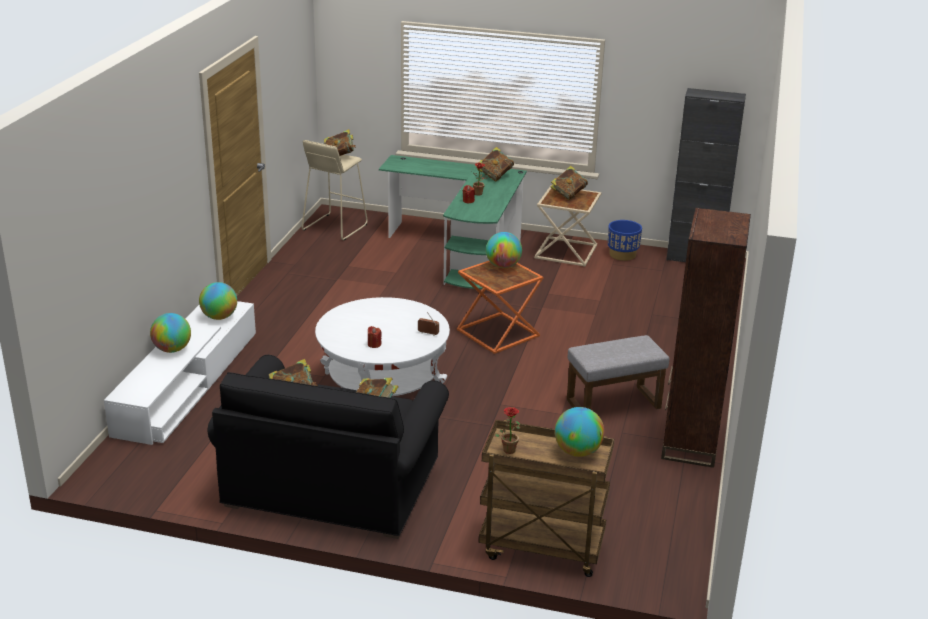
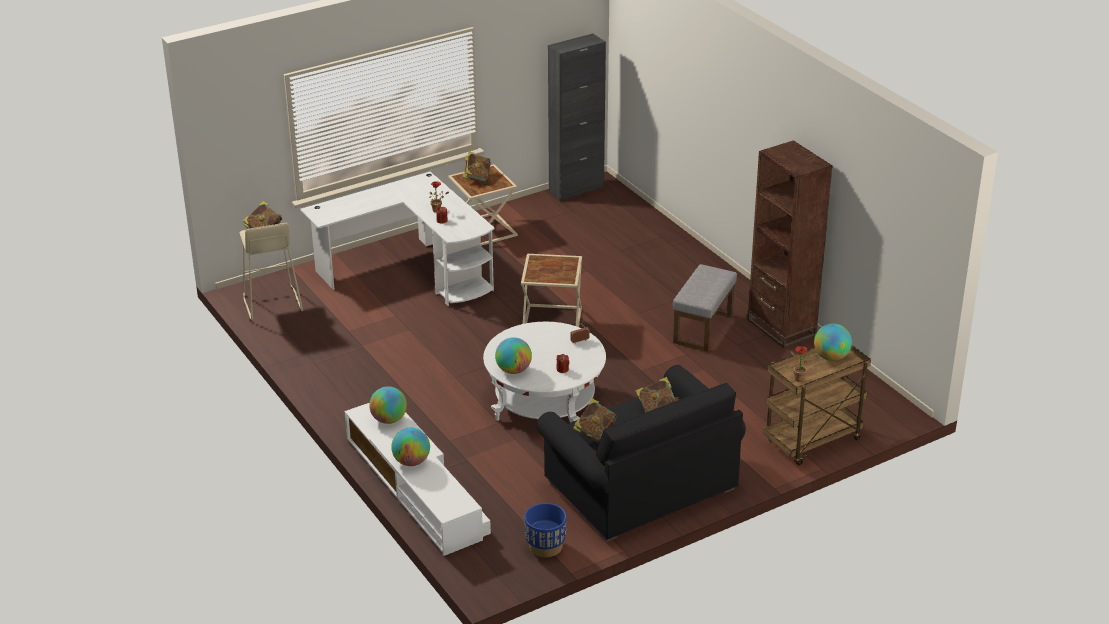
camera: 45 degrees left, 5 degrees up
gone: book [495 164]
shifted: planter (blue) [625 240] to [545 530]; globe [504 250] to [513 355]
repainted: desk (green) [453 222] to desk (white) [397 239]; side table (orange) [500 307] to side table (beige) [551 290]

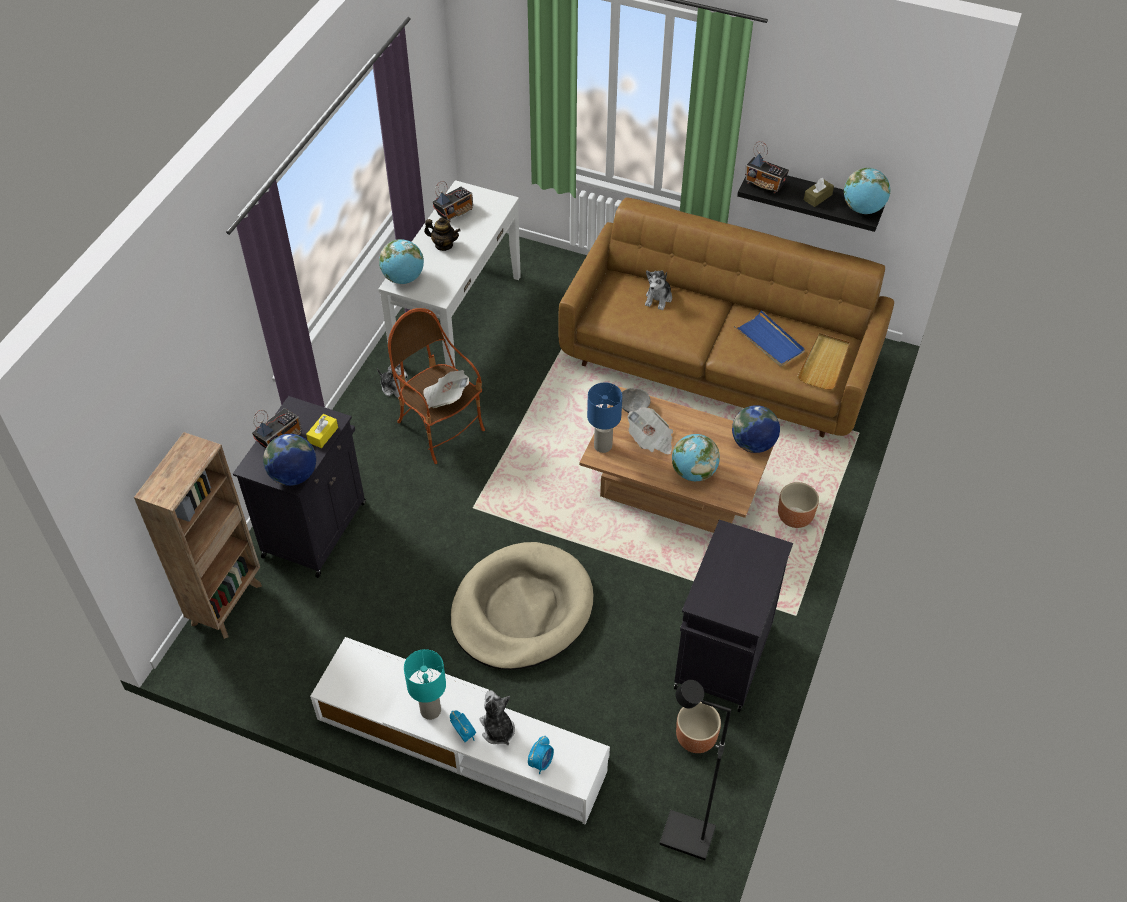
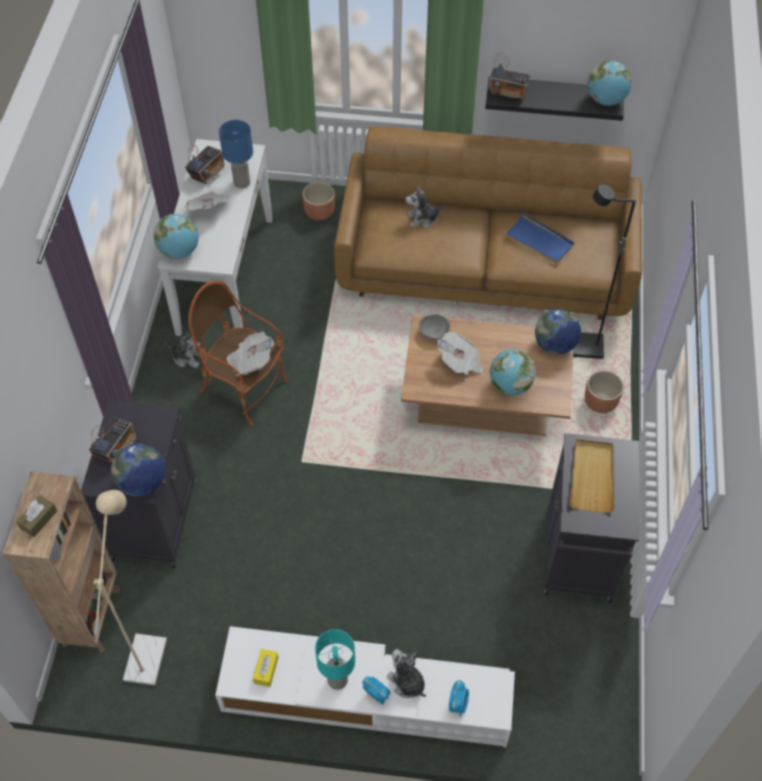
camera: 15 degrees left, 5 degrees up
gone: dog bed (beige) [522 606]
new: floor lamp (beige) [130 587]
shifted: tissue box (brown) [819 192] to [36 516]; tray (beige) [823 361] to [591 476]; table lamp (blue) [604 417] to [236 154]; tissue box (yellow) [322 431] to [265 668]; floor lamp (black) [695 770] to [604 271]; planter (brown) [698 727] to [318 201]
swapped: teapot [442 234] to newspaper [206 200]
rotated: plush toy [658 290] = [425 206] 75 degrees clockwise

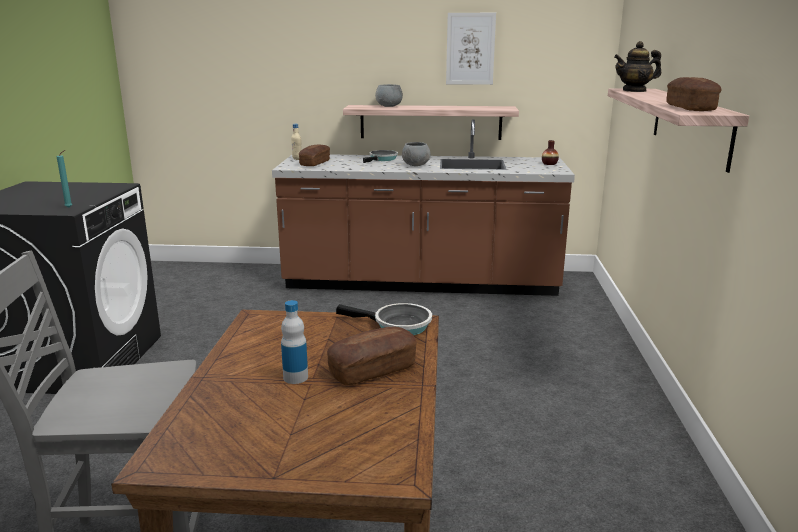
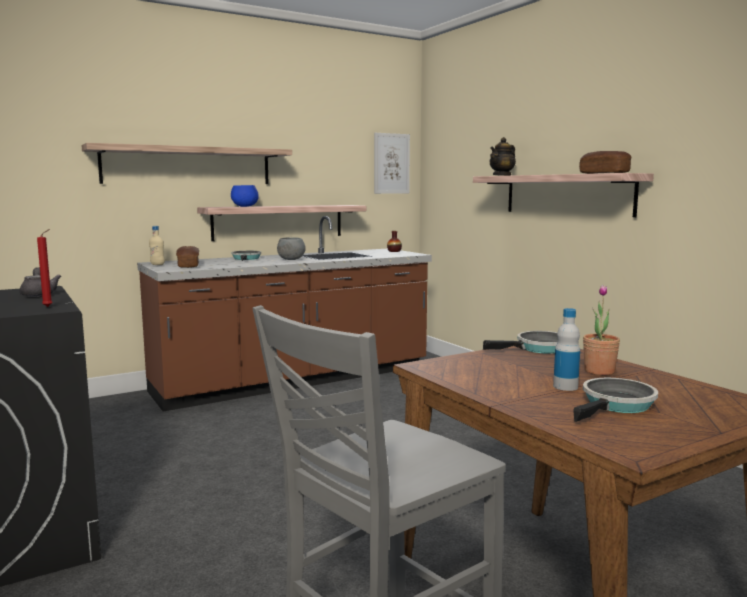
camera: 35 degrees left, 10 degrees down
new: shelf [186 163]; teapot (grey) [40 282]; frying pan [615 400]
shifted: picture [471 49] to [392 163]
swapped: bread [372 356] to potted plant [601 330]
repainted: bowl (grey) [389 95] to bowl (blue) [245 196]; candle (turquoise) [64 179] to candle (red) [45 268]

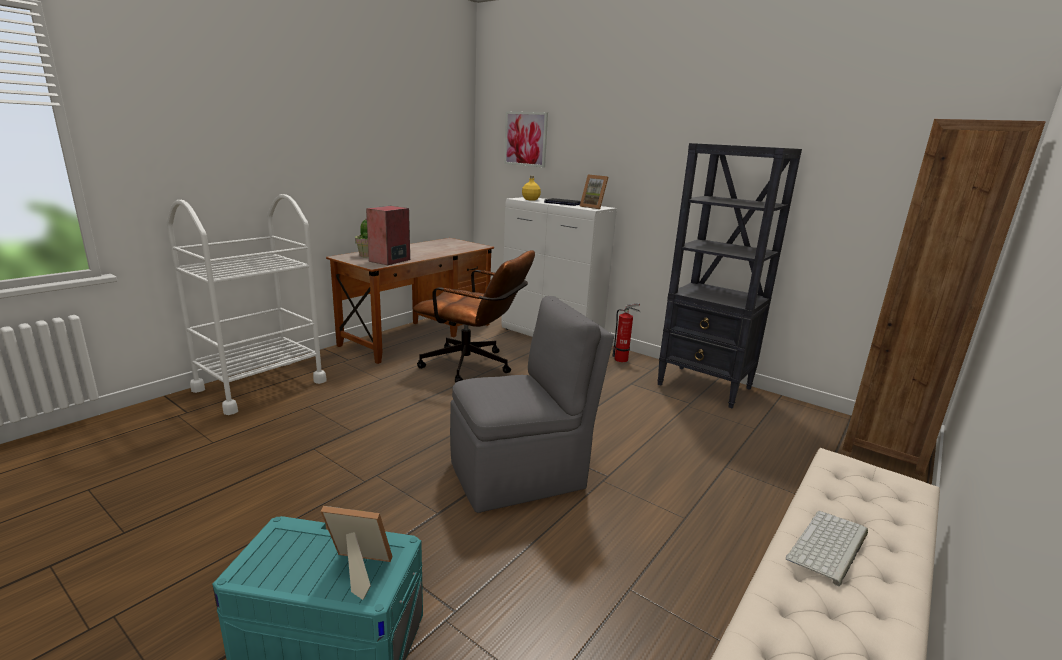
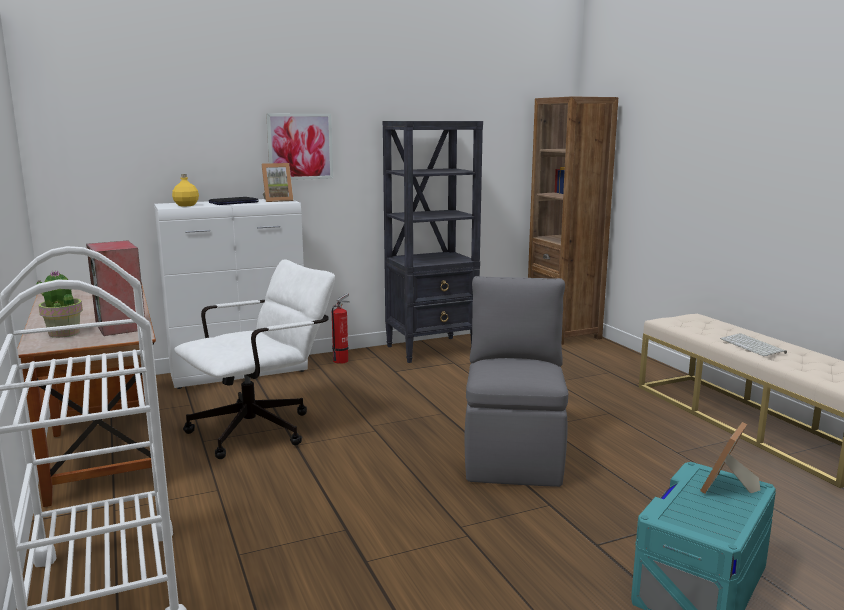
camera: 60 degrees left, 5 degrees down
shifted: picture [526 140] to [299 147]
repainted: office chair (brown) [474 316] to office chair (white) [254 359]

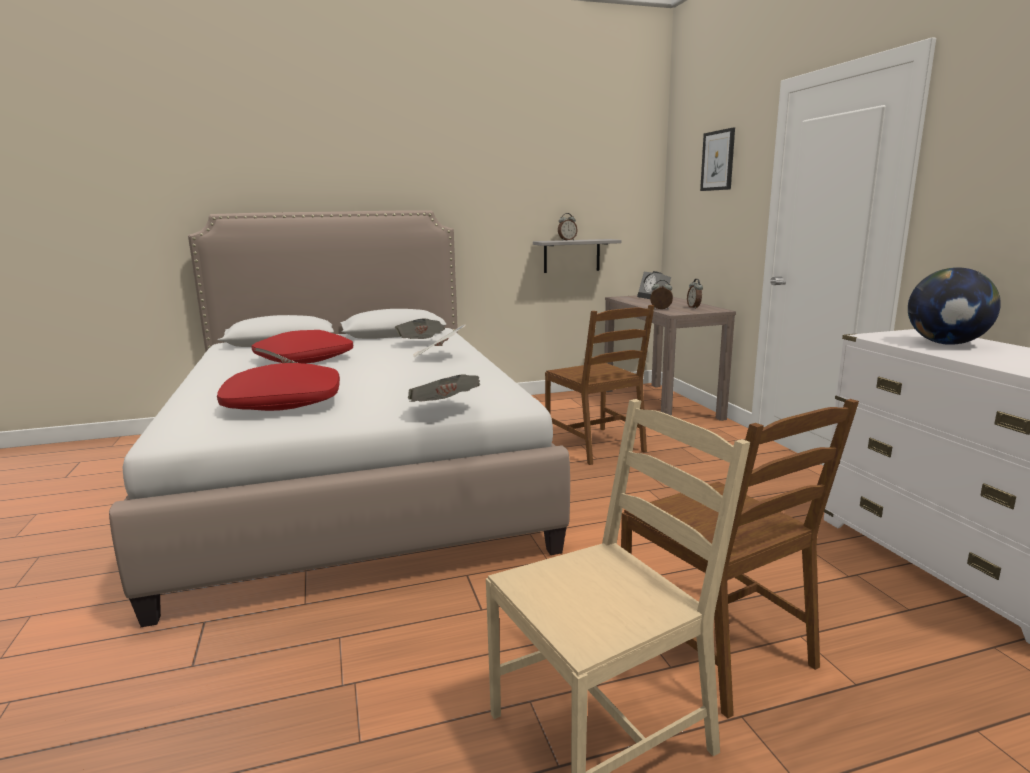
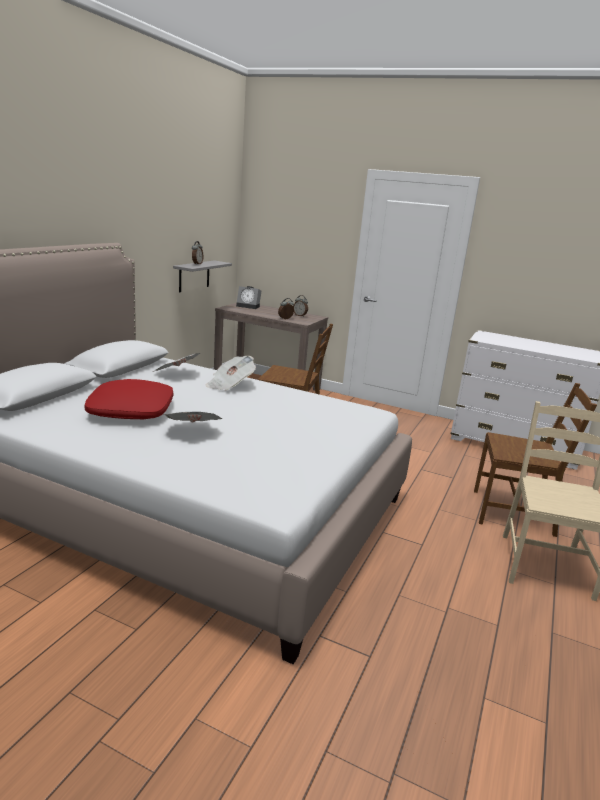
camera: 50 degrees left, 5 degrees up
gone: picture [717 159]; globe [954 306]; pillow (red) [278 387]; newspaper [444 388]

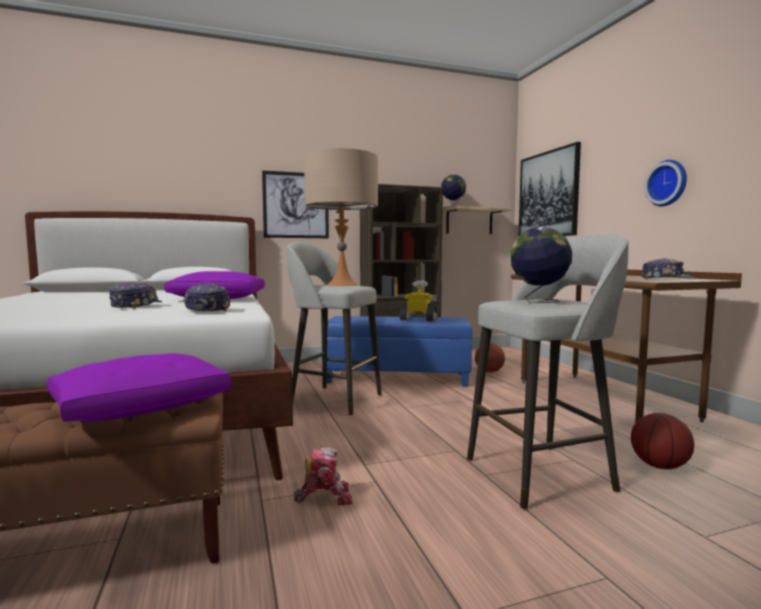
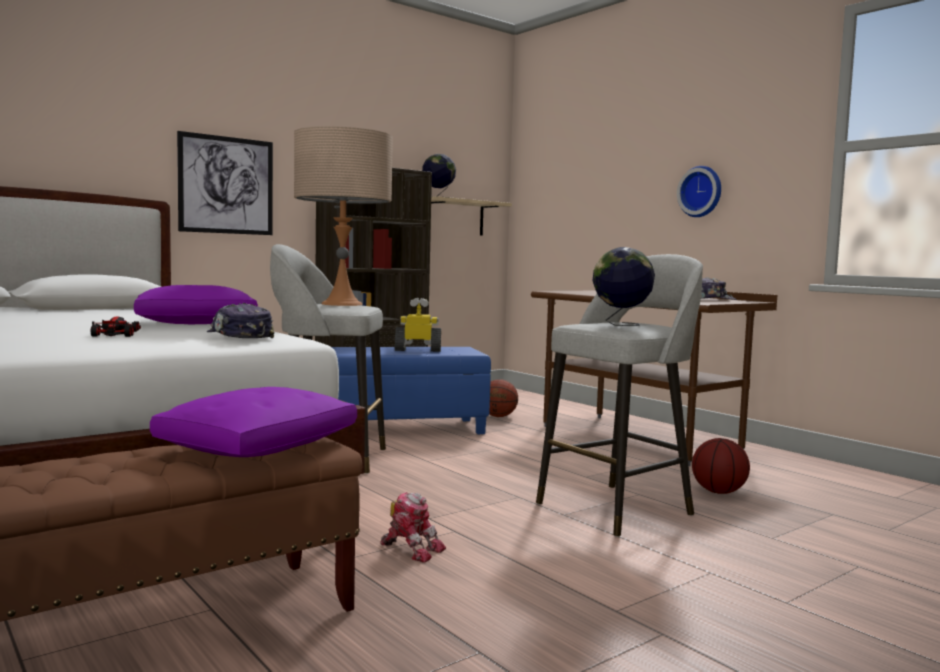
camera: 20 degrees left, 0 degrees up
gone: picture [550 189]
swapped: cap [135 295] to toy car [115 326]
rotated: toy robot [323 476] = [413 527] 60 degrees clockwise

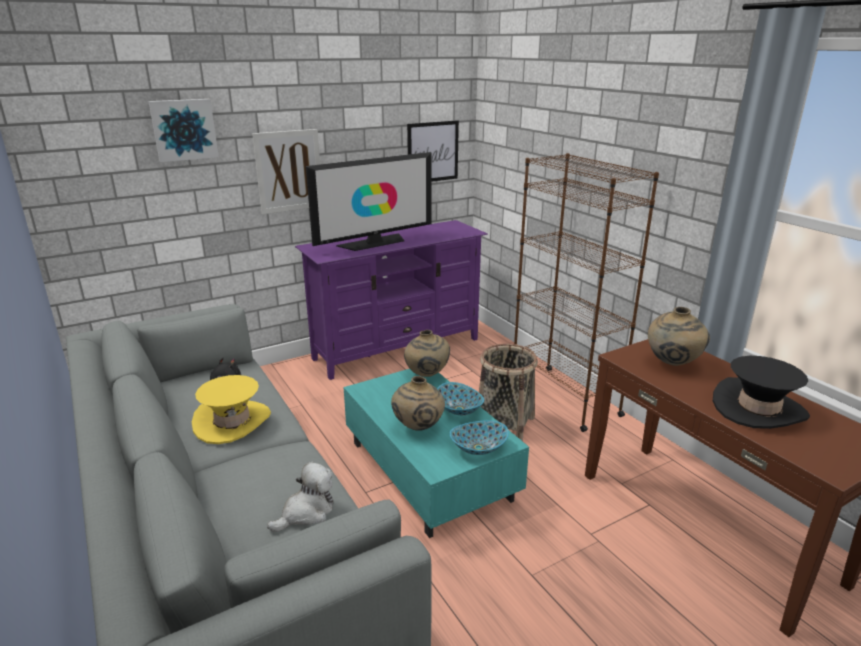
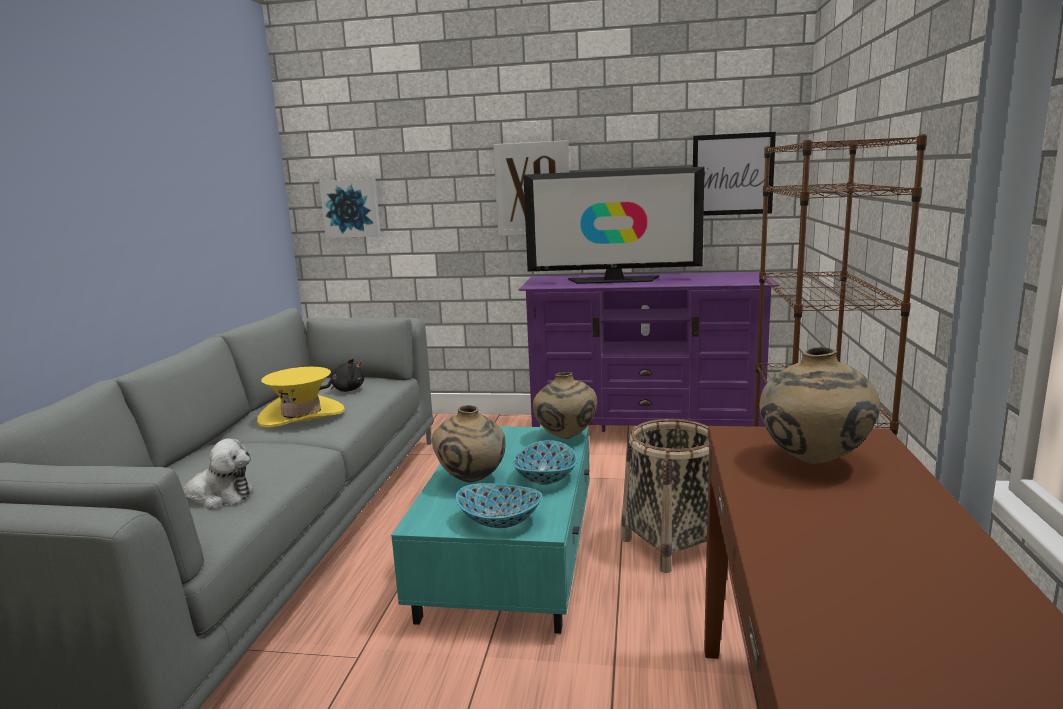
camera: 40 degrees right, 10 degrees down
gone: hat (black) [761 392]
shifted: picture [183 130] to [350 208]

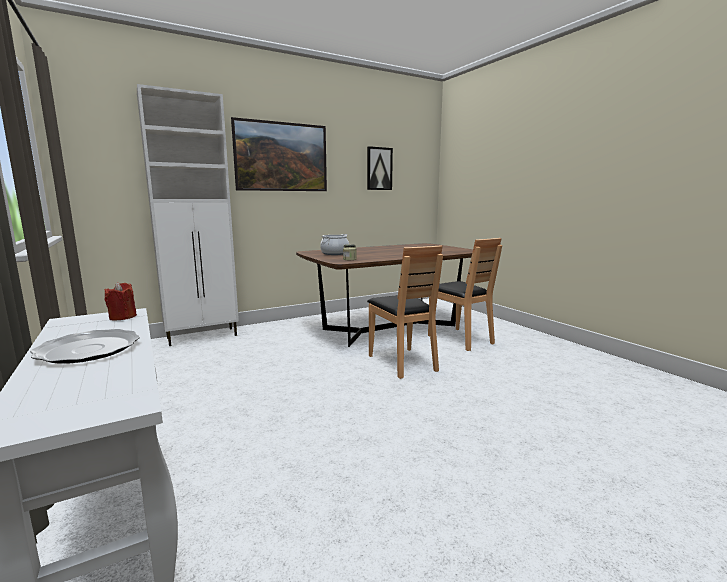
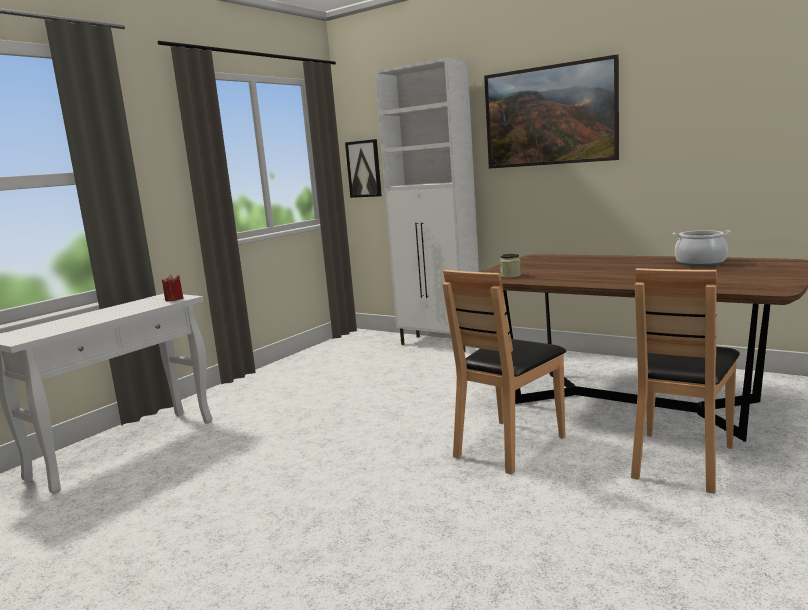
camera: 65 degrees right, 0 degrees up
gone: plate [85 346]
shifted: picture [380 168] to [363 168]; cooking pot [334 244] to [701 248]

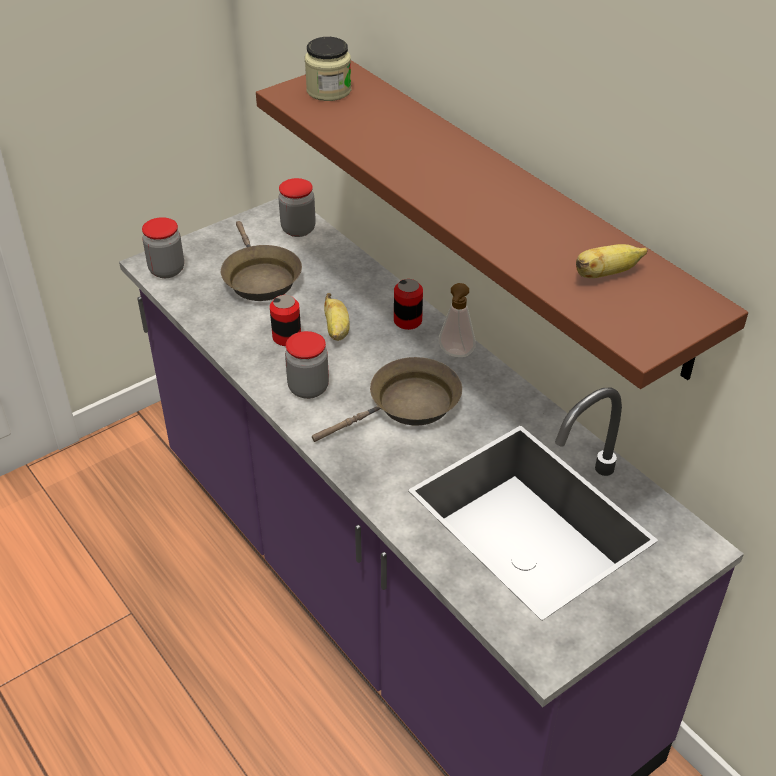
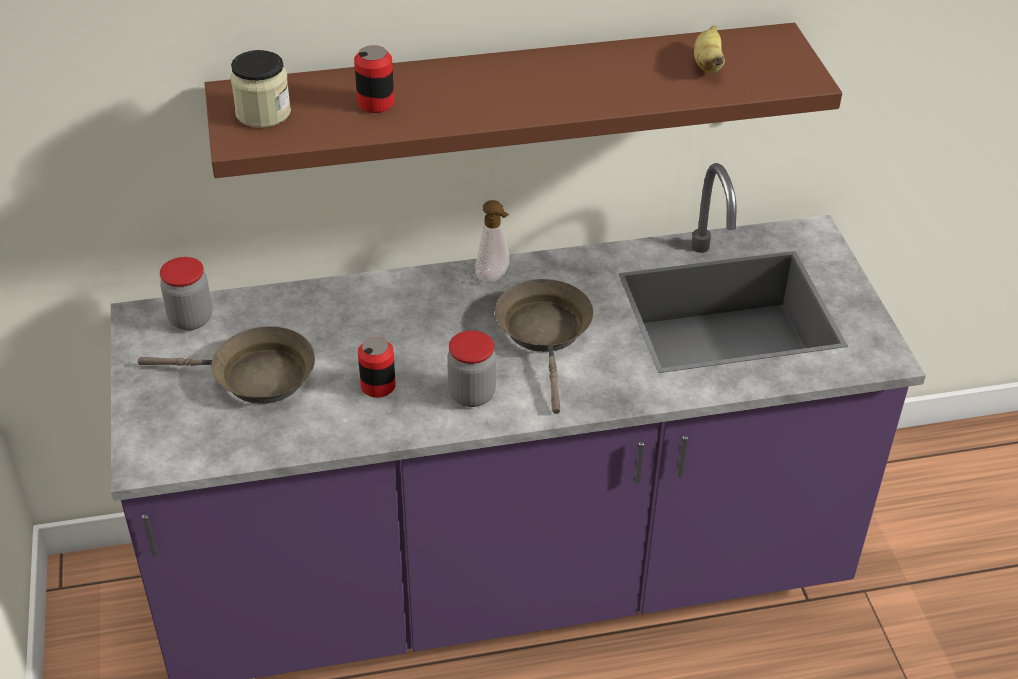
camera: 65 degrees left, 0 degrees up
gone: jar [163 247]; banana [337 317]
shifted: can [408 304] to [374 79]

